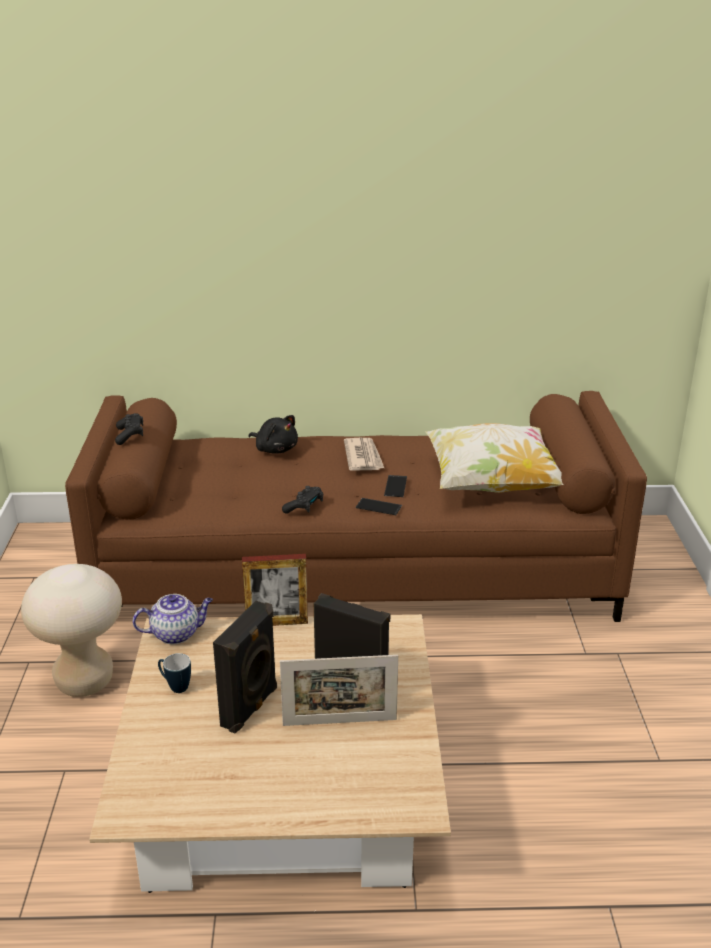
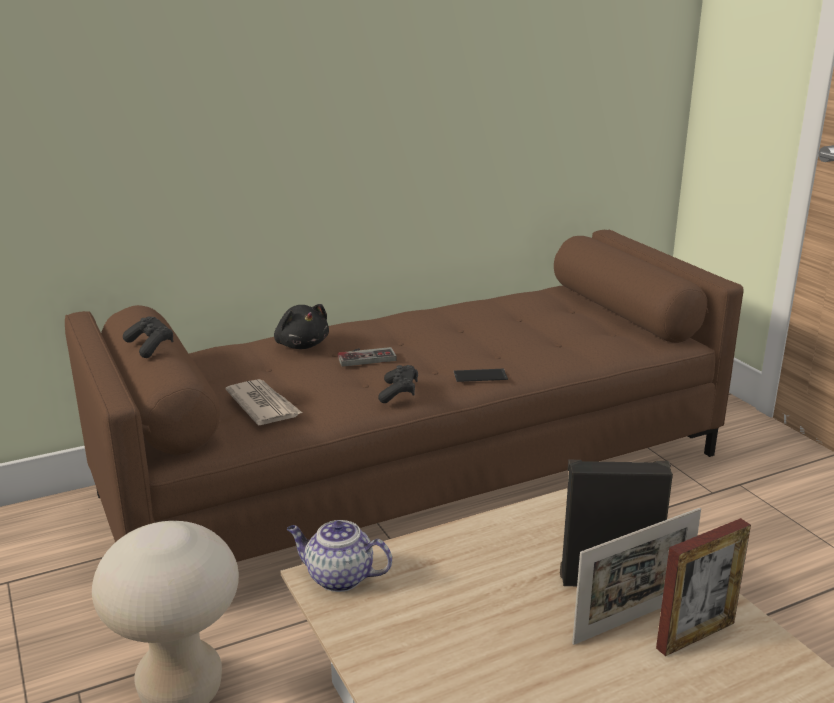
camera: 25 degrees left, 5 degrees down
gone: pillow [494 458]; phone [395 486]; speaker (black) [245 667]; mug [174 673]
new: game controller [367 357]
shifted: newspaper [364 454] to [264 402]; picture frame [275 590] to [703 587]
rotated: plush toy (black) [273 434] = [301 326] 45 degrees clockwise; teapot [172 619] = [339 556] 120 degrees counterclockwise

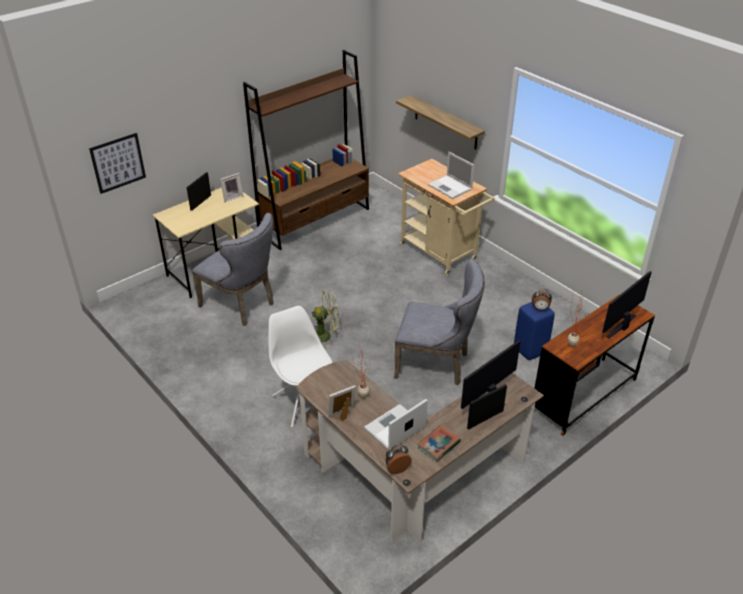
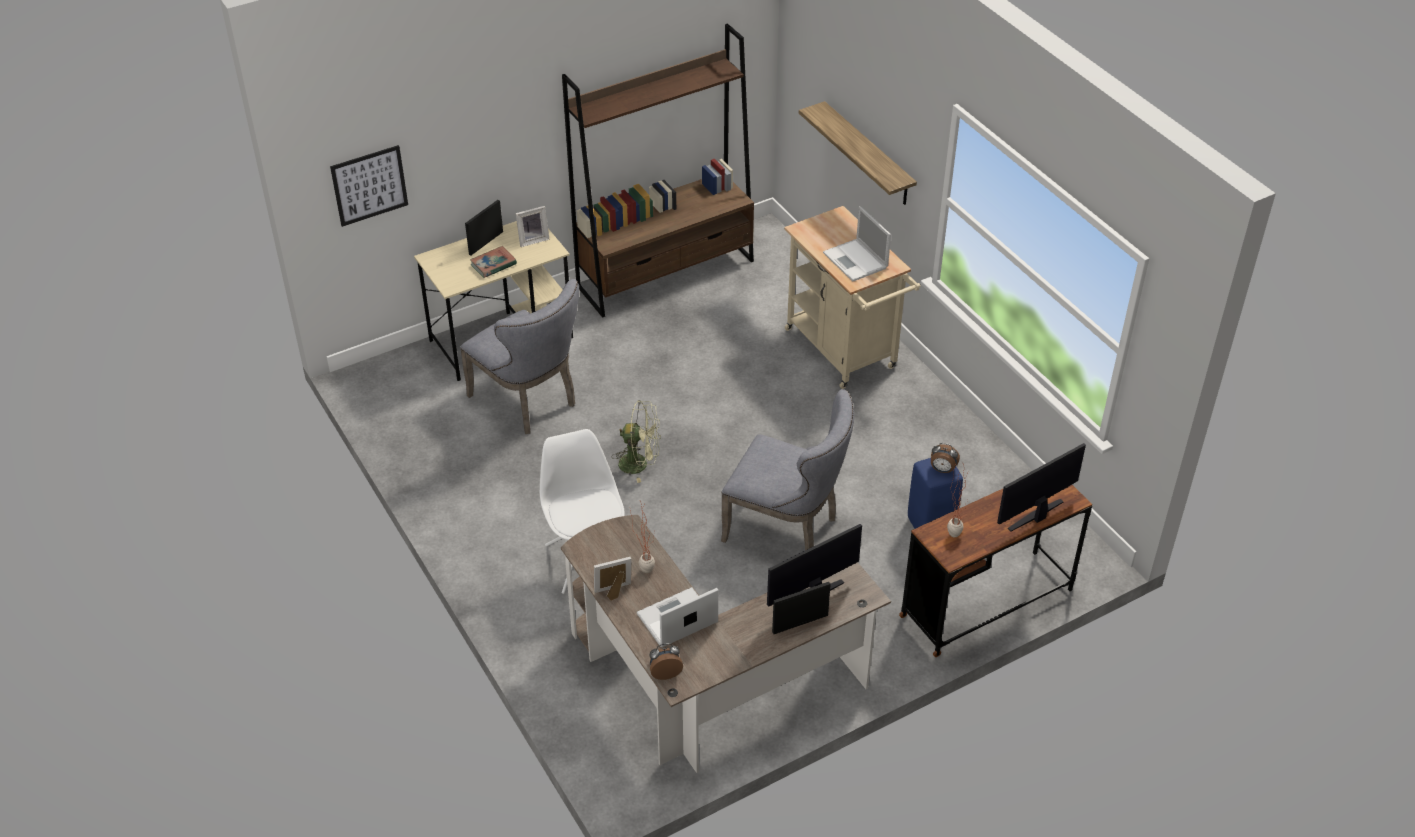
camera: 10 degrees right, 5 degrees up
shifted: book [439 443] to [493 262]

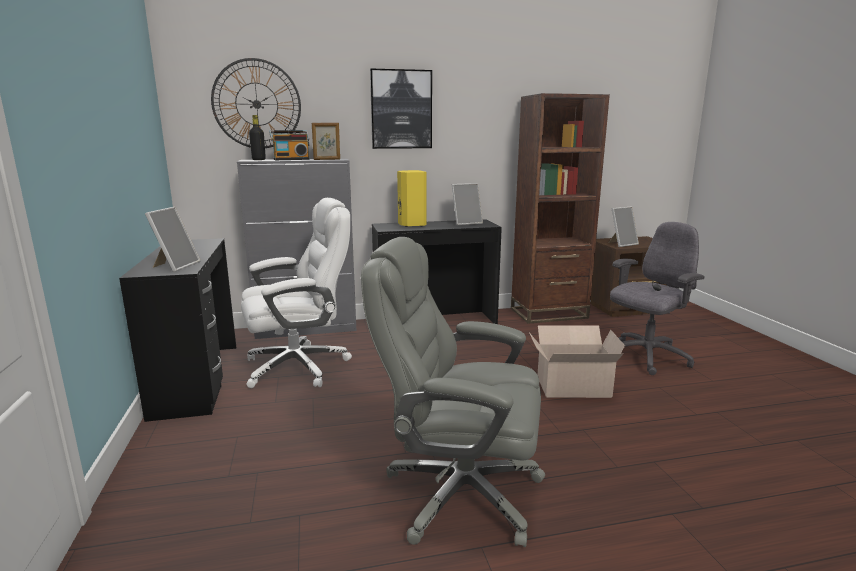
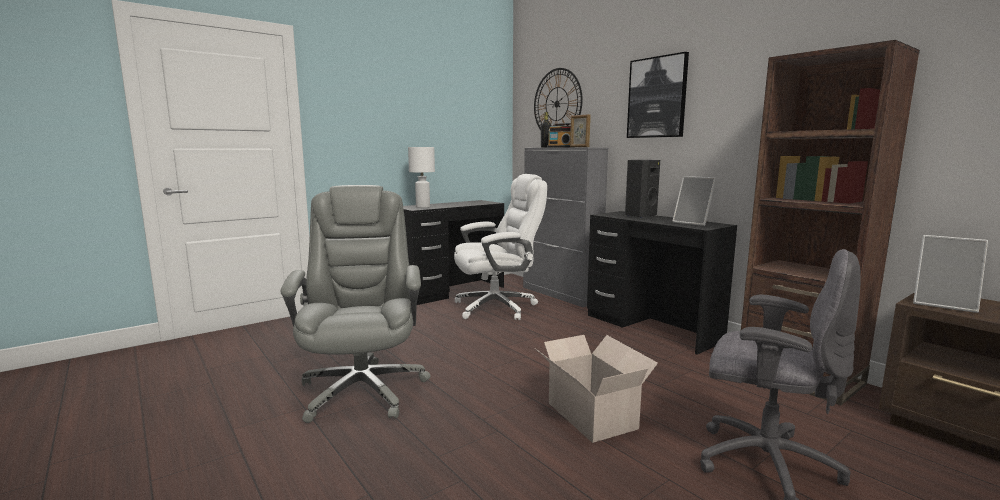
camera: 65 degrees right, 5 degrees down
swapped: picture frame [172 239] to table lamp (white) [421 177]
repainted: speaker (yellow) [412 198] to speaker (black) [642 189]
rotated: office chair (white) [296 293] = [500 247] 60 degrees counterclockwise

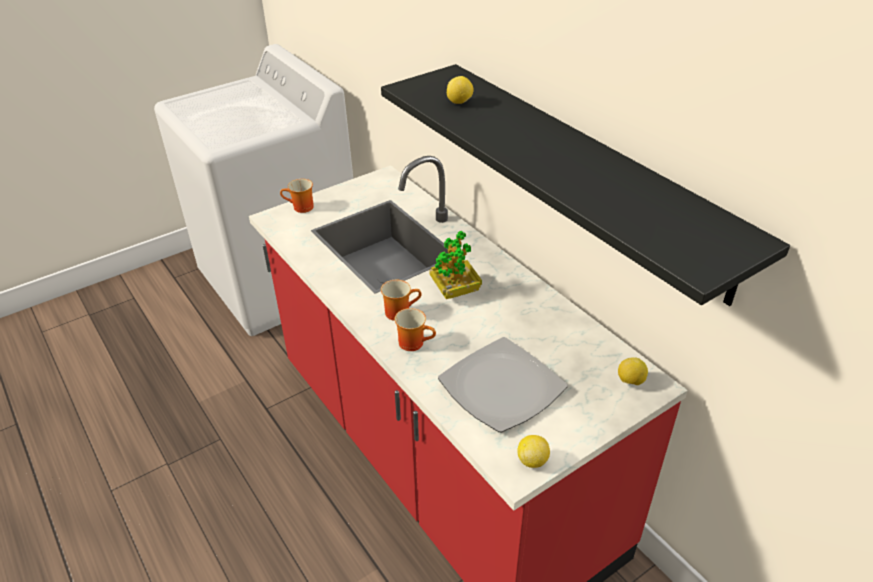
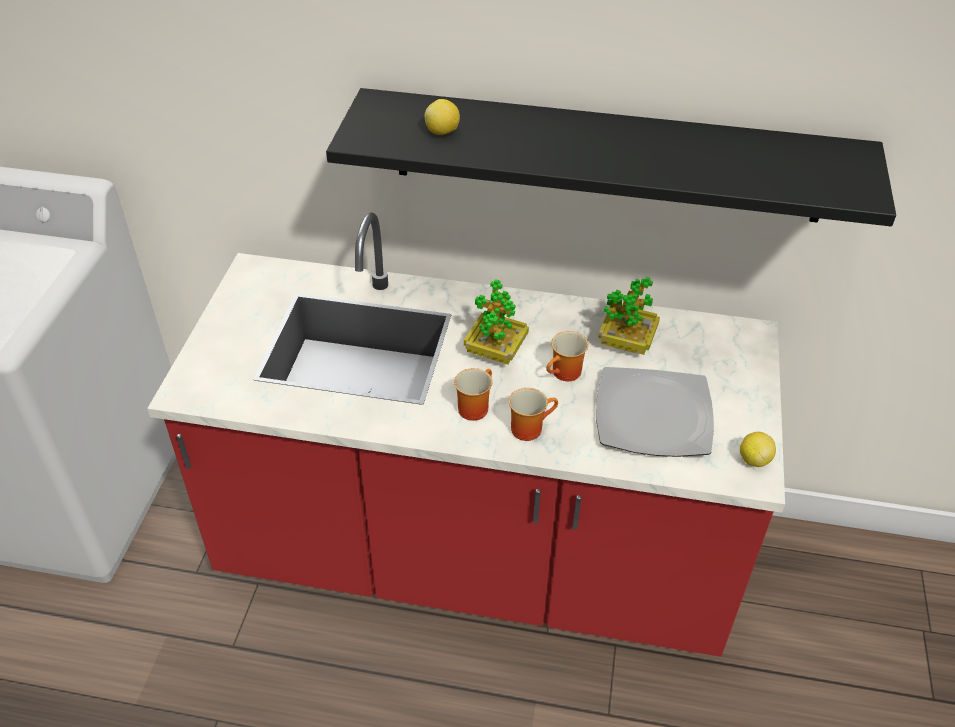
camera: 45 degrees left, 5 degrees up
gone: lemon [633 371]
new: potted plant [629 316]
shifted: mug [297 196] to [567 356]

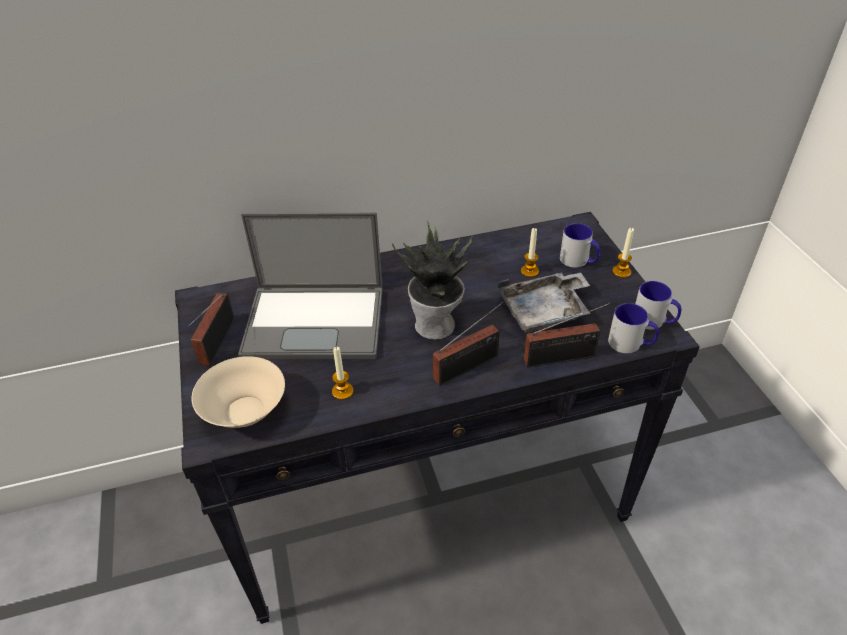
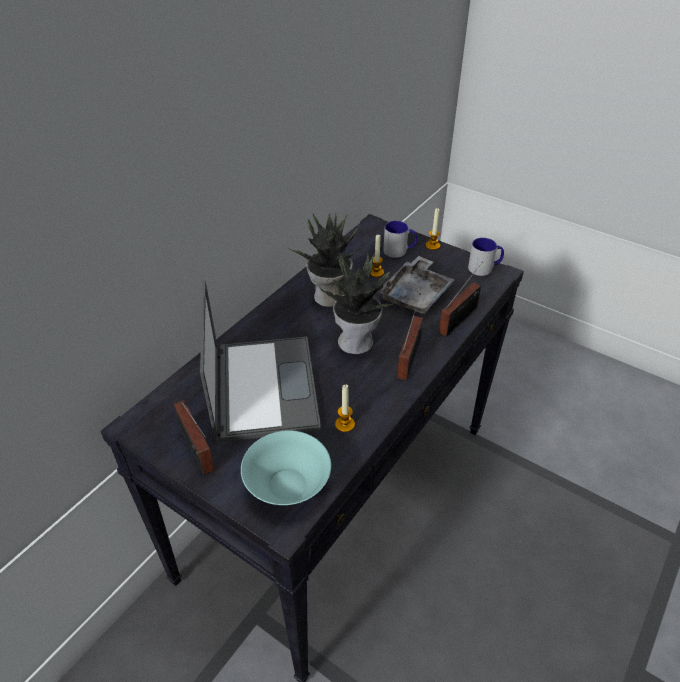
camera: 40 degrees left, 0 degrees up
gone: mug [633 328]
new: potted plant [324 260]
repainted: bowl (beige) [238 392] to bowl (turquoise) [286 467]
rotated: laptop [310 285] = [260 361] 60 degrees counterclockwise

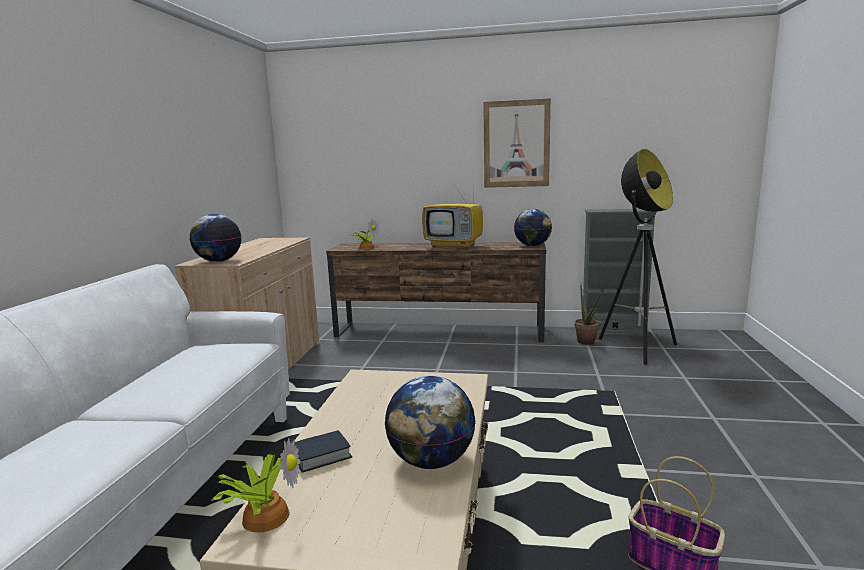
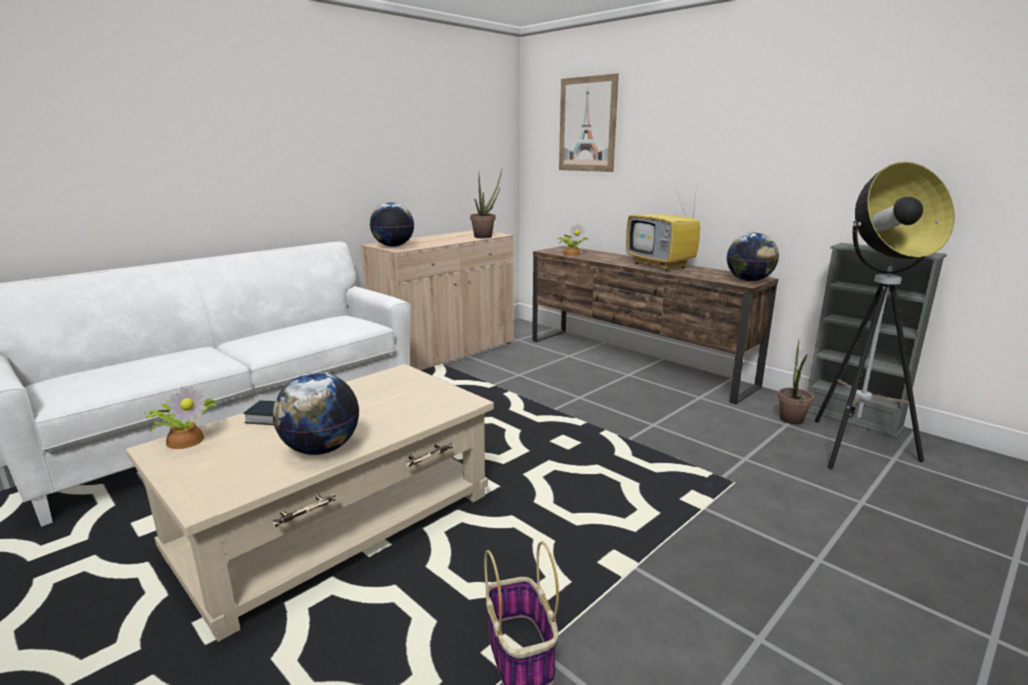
camera: 35 degrees right, 5 degrees up
new: potted plant [486 203]
shifted: picture [517 143] to [589 122]

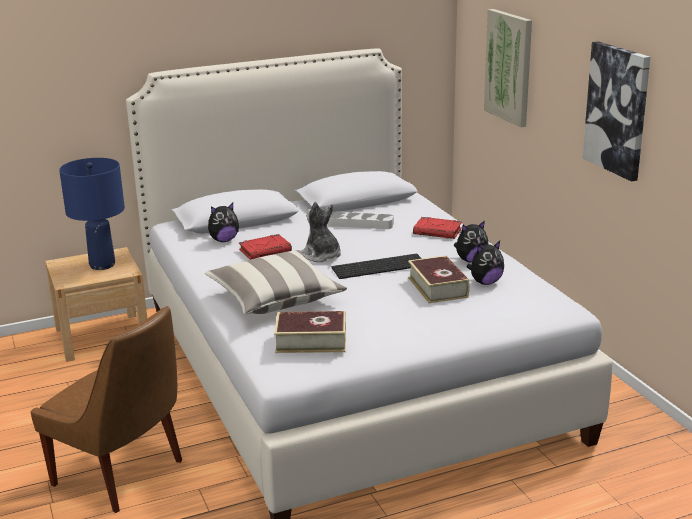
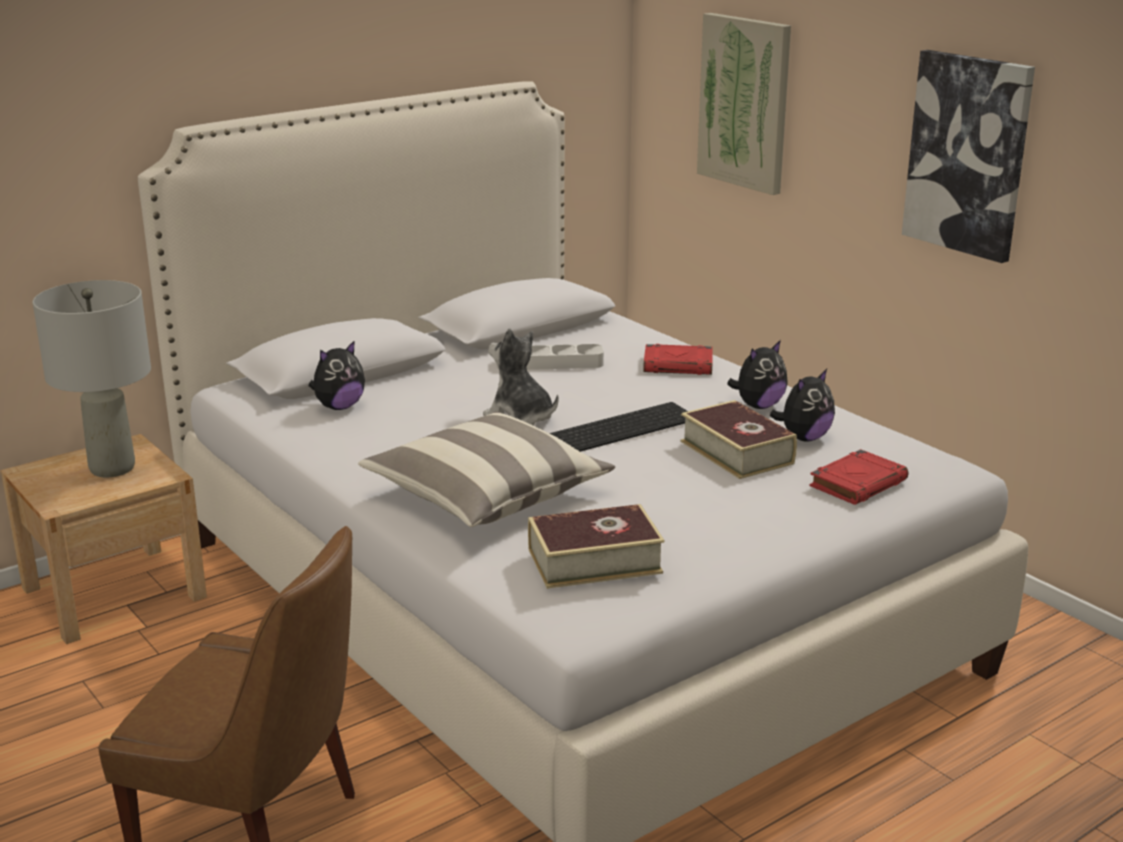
camera: 15 degrees left, 0 degrees up
shifted: book (red) [265 247] to [859 477]
repainted: table lamp (blue) [92 214] to table lamp (grey) [92 379]

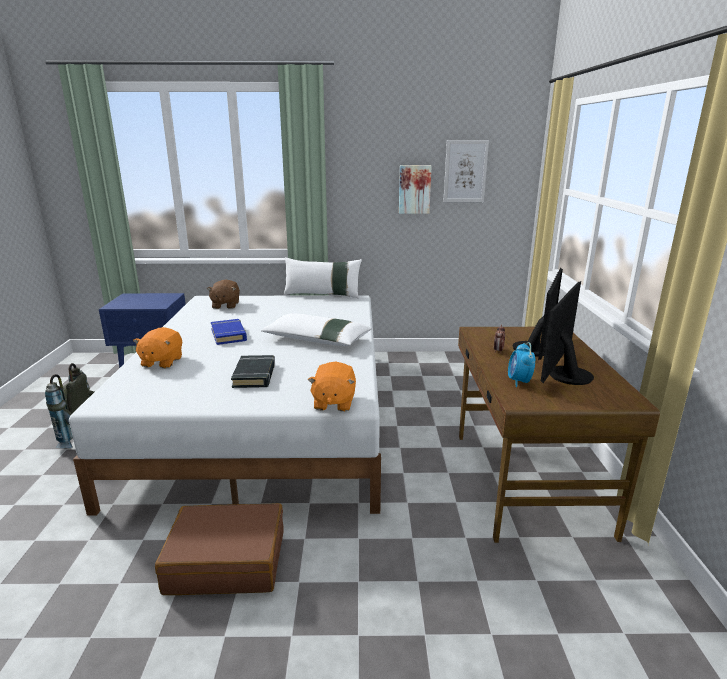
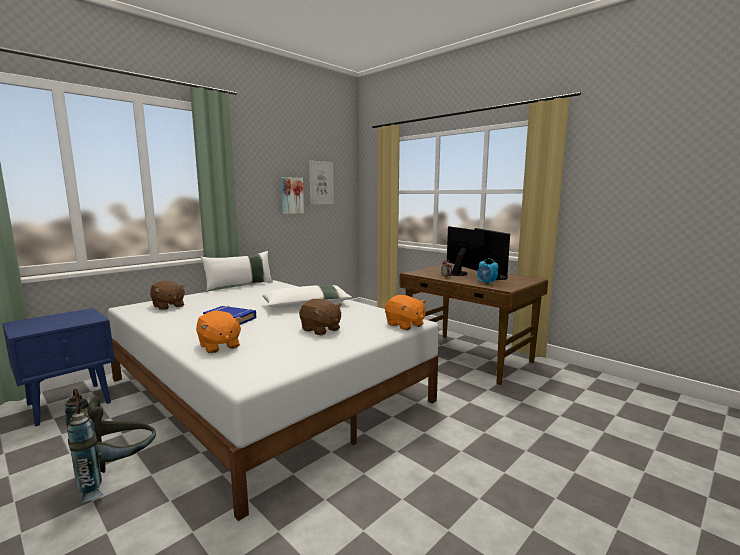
camera: 45 degrees left, 10 degrees down
gone: suitcase (brown) [219 549]
swapped: book (black) [253 371] to plush toy (brown) [320 317]

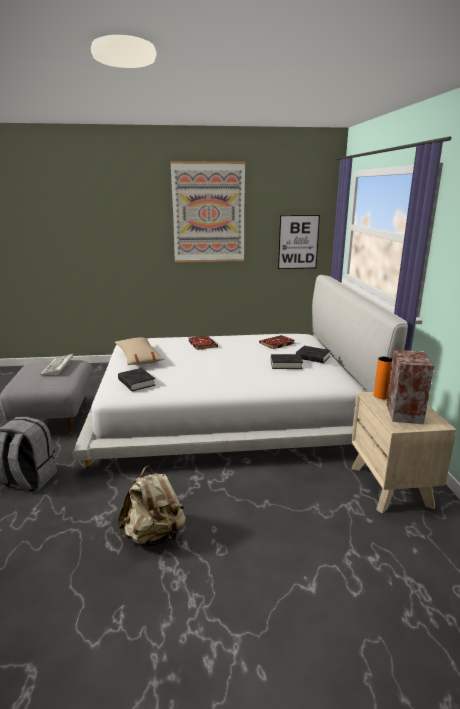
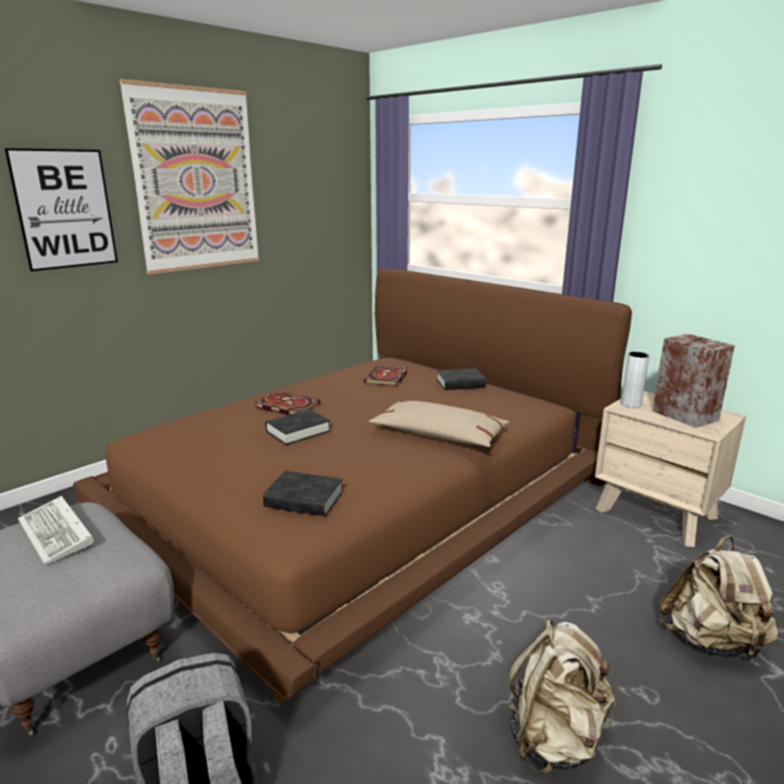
camera: 40 degrees left, 0 degrees up
new: backpack (beige) [719 598]
shifted: picture [299 242] to [61 209]; pillow (beige) [140 351] to [439 424]; book (black) [287 361] to [297 427]
repainted: bed (white) [240 371] to bed (brown) [352 485]; vase (orange) [383 378] to vase (grey) [635 380]

